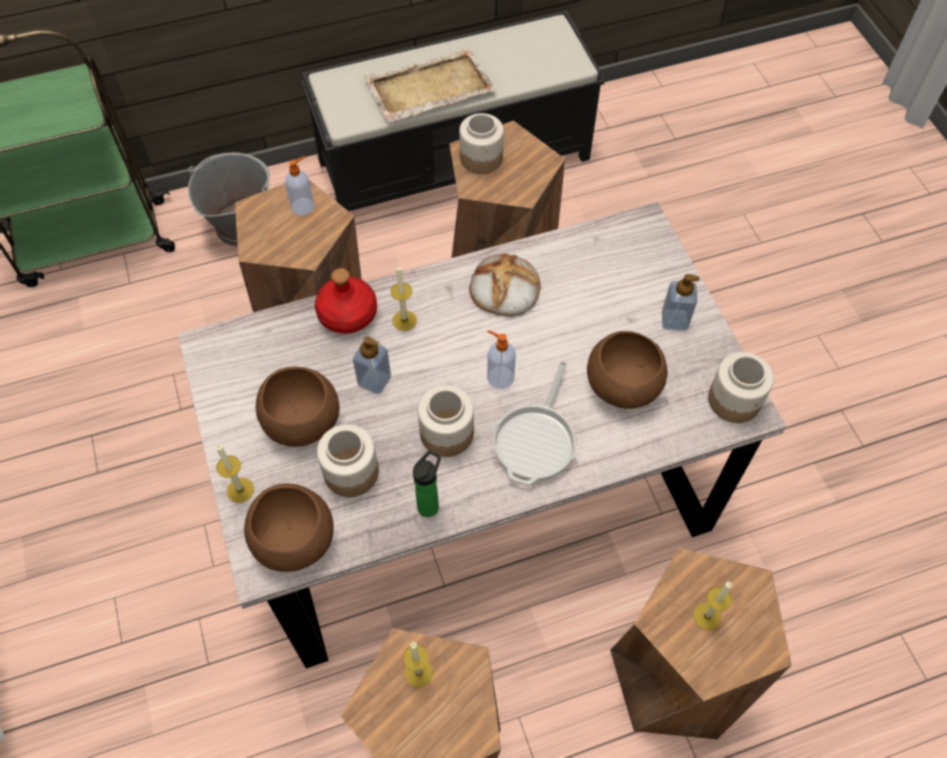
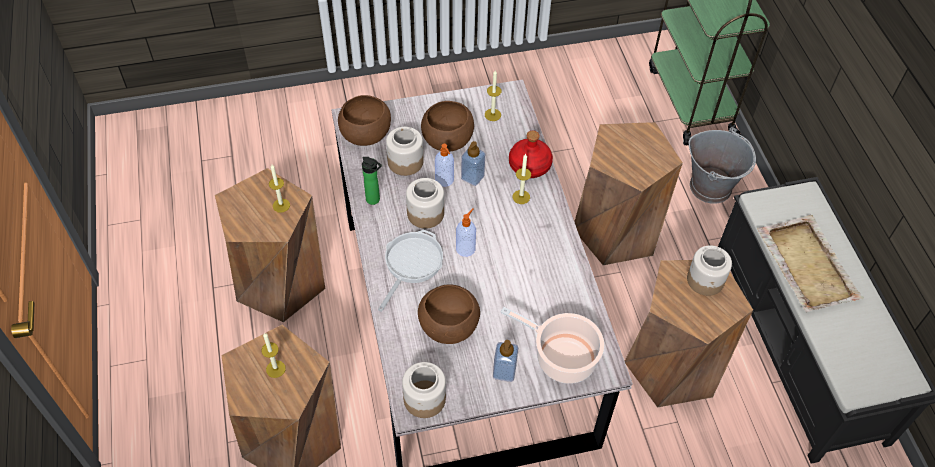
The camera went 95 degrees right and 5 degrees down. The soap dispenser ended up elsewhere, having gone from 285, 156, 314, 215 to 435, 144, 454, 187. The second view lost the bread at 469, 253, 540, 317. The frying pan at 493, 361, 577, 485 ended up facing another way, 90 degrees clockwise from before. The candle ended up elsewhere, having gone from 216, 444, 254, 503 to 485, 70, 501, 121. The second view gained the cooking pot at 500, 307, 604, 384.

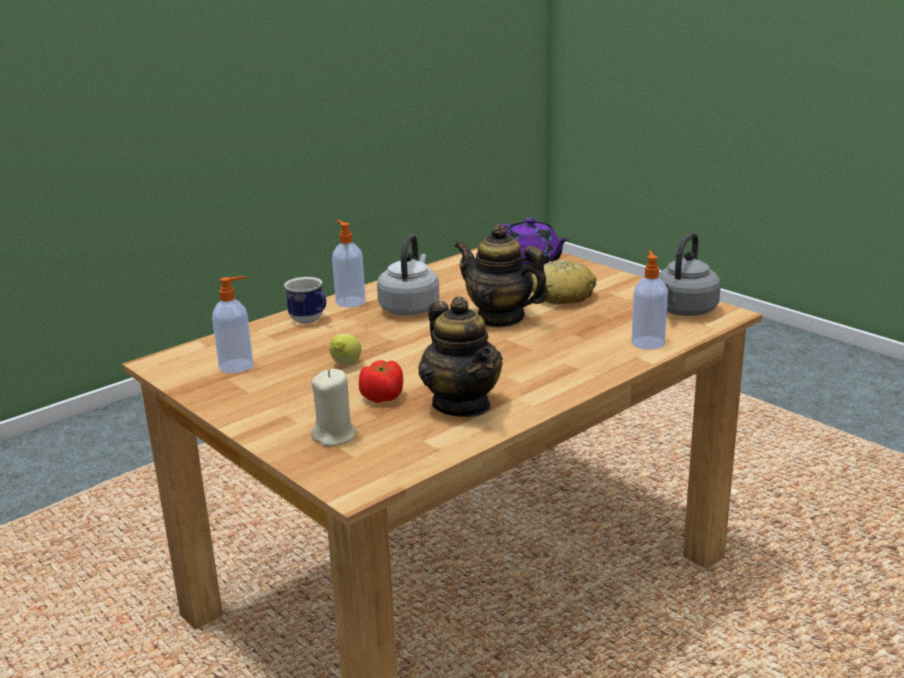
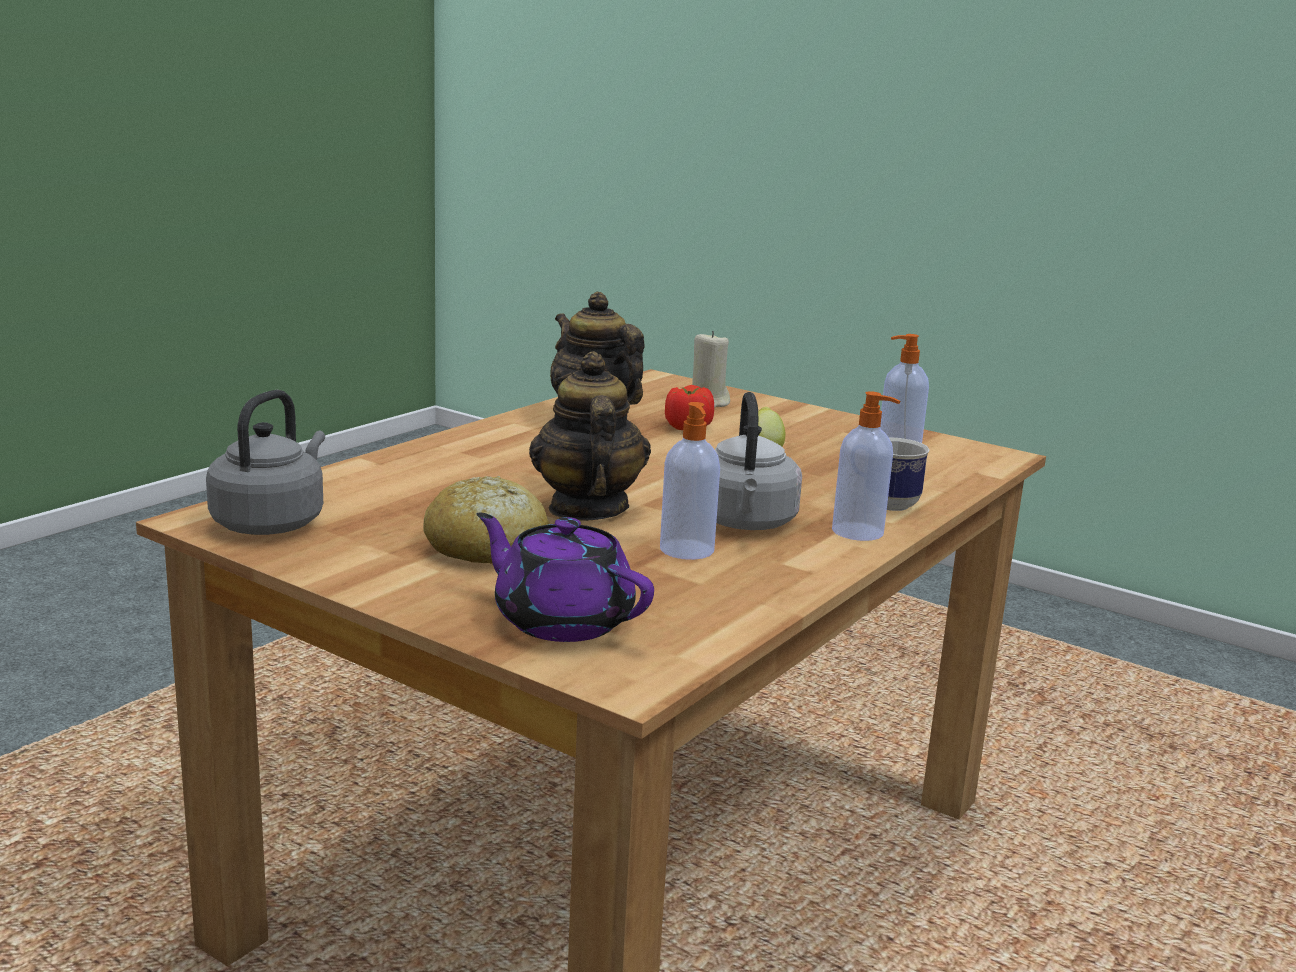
The camera went 165 degrees right and 5 degrees down. The teapot at 454, 224, 549, 328 ended up facing another way, 120 degrees counterclockwise from before. The soap dispenser ended up elsewhere, having gone from 631, 250, 668, 350 to 660, 402, 720, 560.

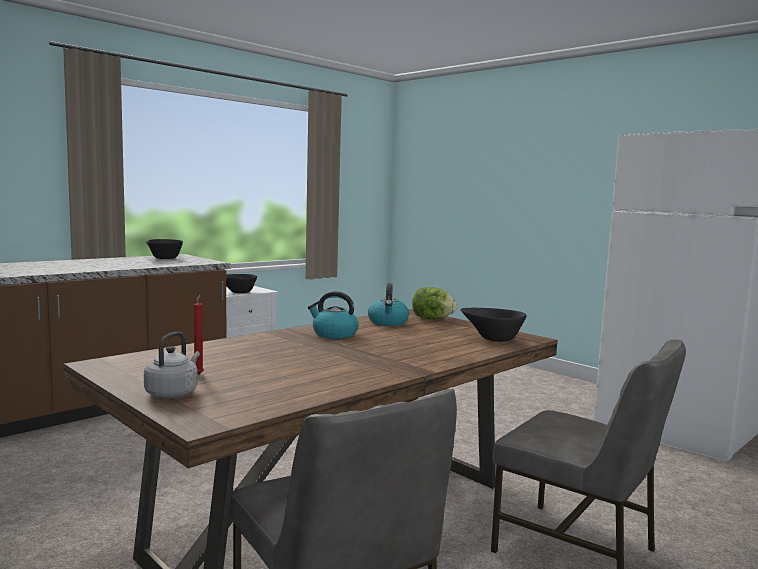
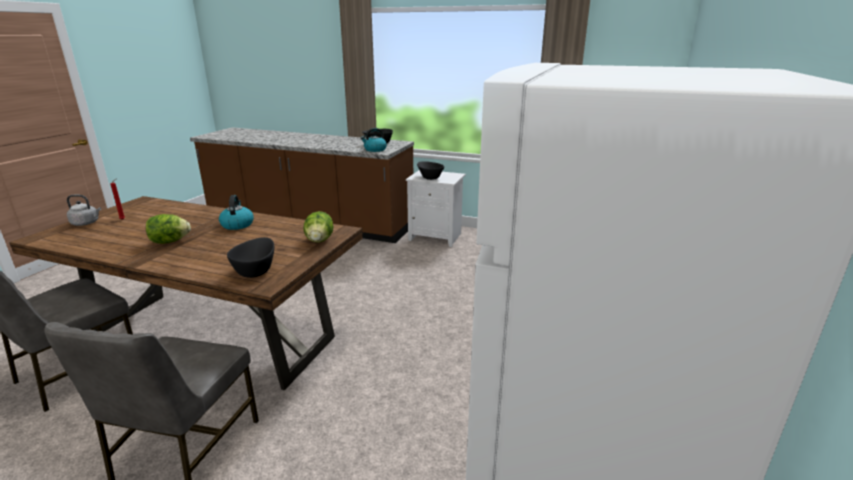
The camera went 65 degrees right and 15 degrees up. The kettle ended up elsewhere, having gone from 368, 283, 409, 326 to 360, 128, 387, 152. The second view gained the lettuce at 146, 214, 191, 244.

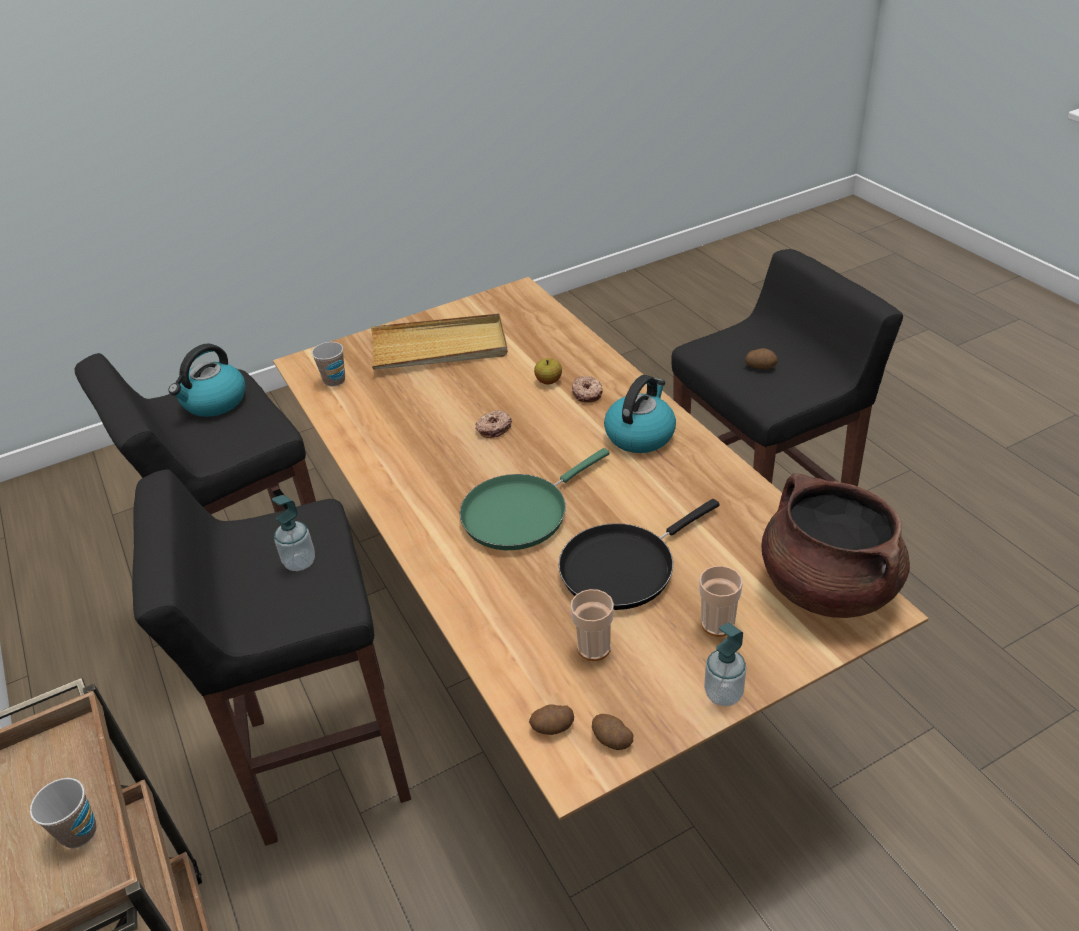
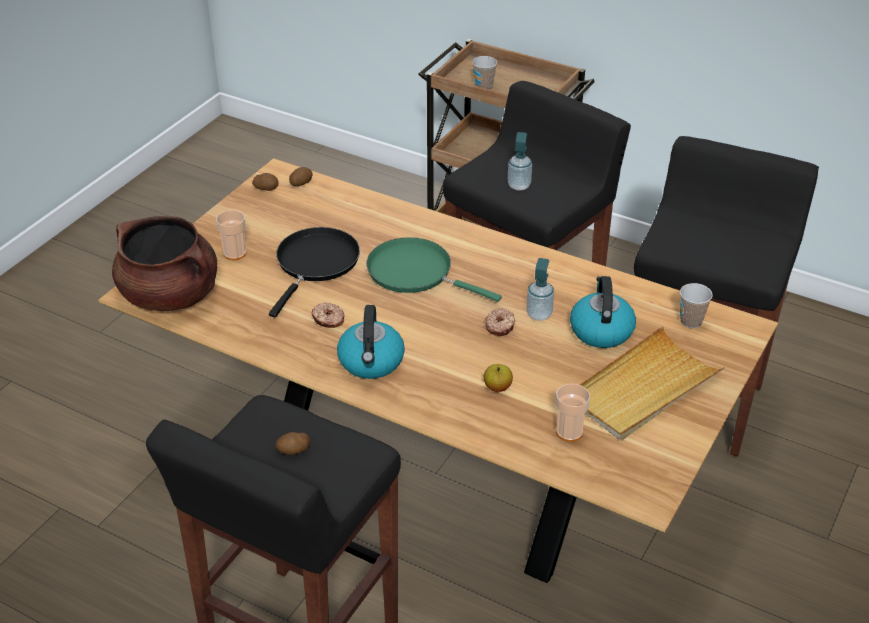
The camera went 145 degrees right and 0 degrees up. The kettle ended up elsewhere, having gone from 168, 344, 245, 417 to 570, 276, 636, 348. The donut ended up elsewhere, having gone from 572, 376, 603, 403 to 312, 303, 344, 328. The green frying pan at 459, 448, 609, 550 ended up facing another way, 75 degrees counterclockwise from before. The cup ended up elsewhere, having gone from 571, 589, 614, 661 to 556, 384, 590, 442. The soap dispenser ended up elsewhere, having gone from 704, 623, 747, 707 to 526, 258, 554, 321.

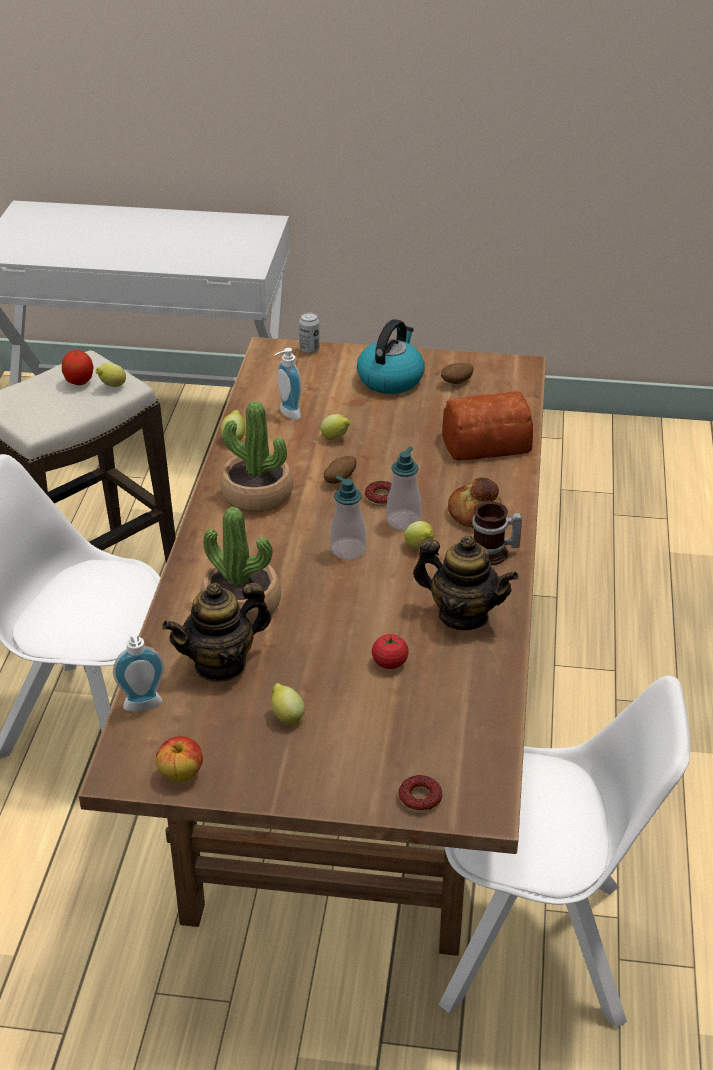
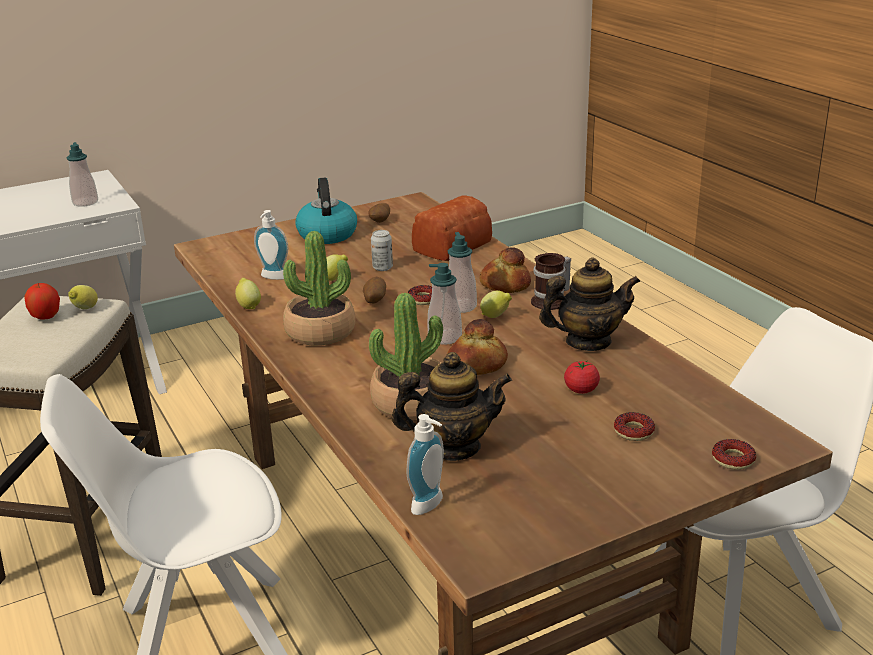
The camera went 35 degrees left and 10 degrees down. The can ended up elsewhere, having gone from 299, 312, 320, 353 to 371, 230, 393, 271. The teapot at 162, 583, 271, 682 ended up facing another way, 120 degrees counterclockwise from before. The second view lost the lemon at 271, 683, 305, 725. The second view lost the apple at 156, 736, 203, 782. The second view gained the soap dispenser at 67, 142, 98, 207. The second view gained the bread at 447, 319, 508, 375. The second view gained the donut at 614, 412, 655, 441.

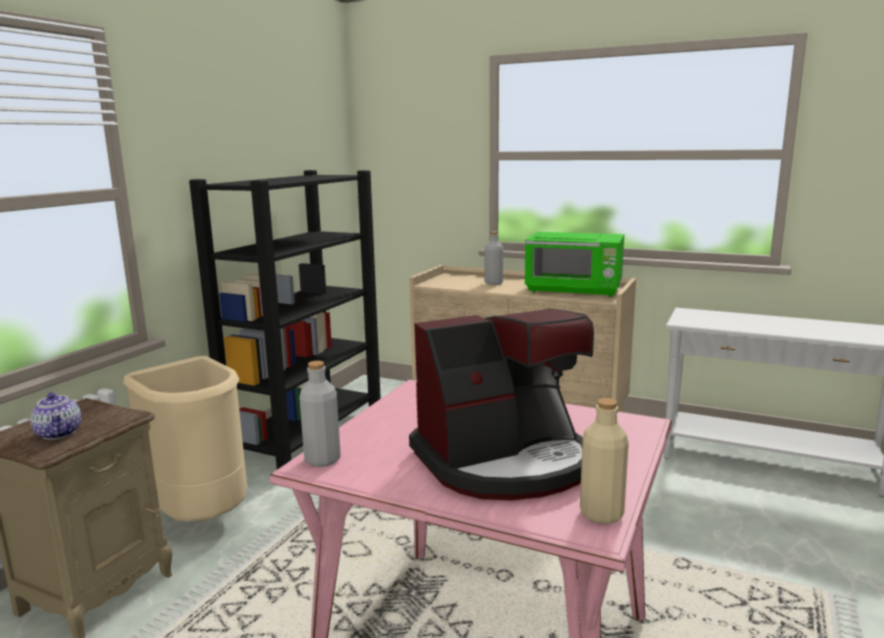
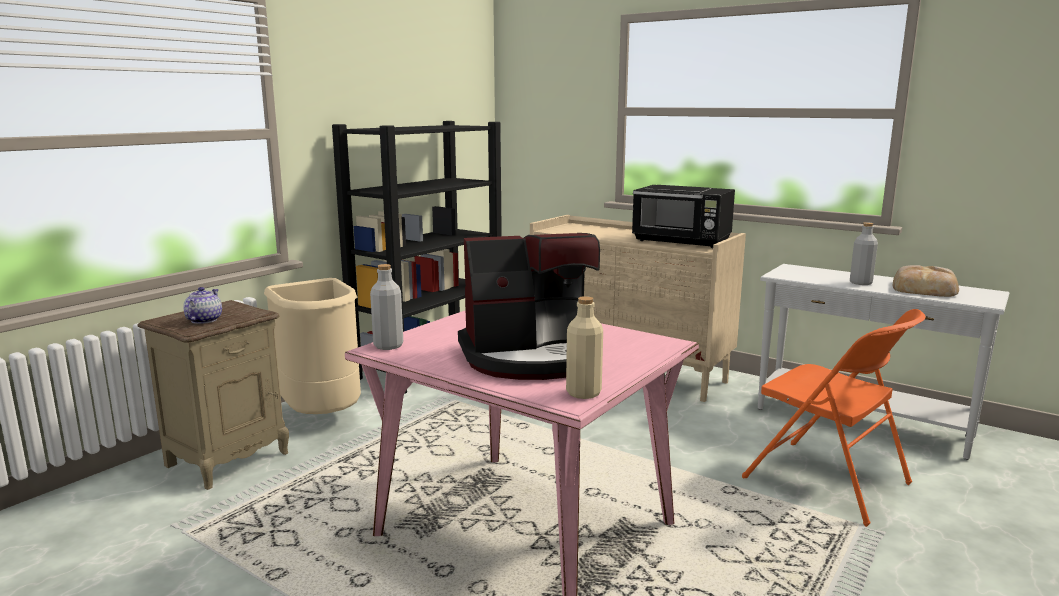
The camera went 10 degrees right and 0 degrees up. The grey bottle ended up elsewhere, having gone from 484, 231, 503, 285 to 850, 222, 878, 285. What was the green microwave at 525, 232, 624, 297 turned into the black microwave at 632, 185, 735, 248. The teapot at 30, 392, 81, 440 ended up facing another way, 150 degrees counterclockwise from before. The second view gained the bread at 893, 265, 959, 297. The second view gained the orange chair at 742, 309, 926, 527.

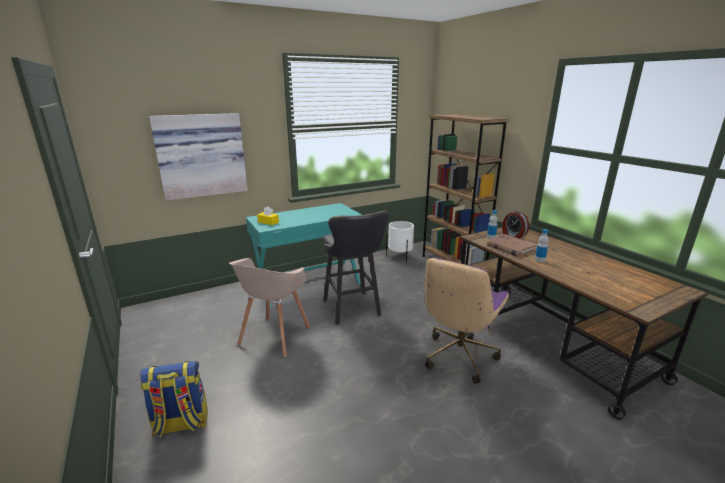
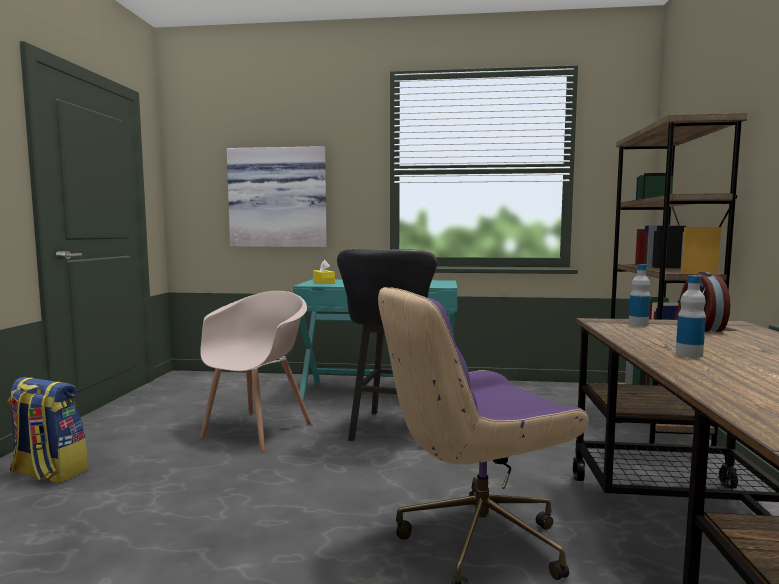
The camera went 35 degrees right and 15 degrees down. The second view lost the white planter at 386, 221, 414, 262. The second view lost the brown book at 487, 234, 537, 257. The beige chair at 229, 258, 310, 357 ended up facing another way, 150 degrees clockwise from before.

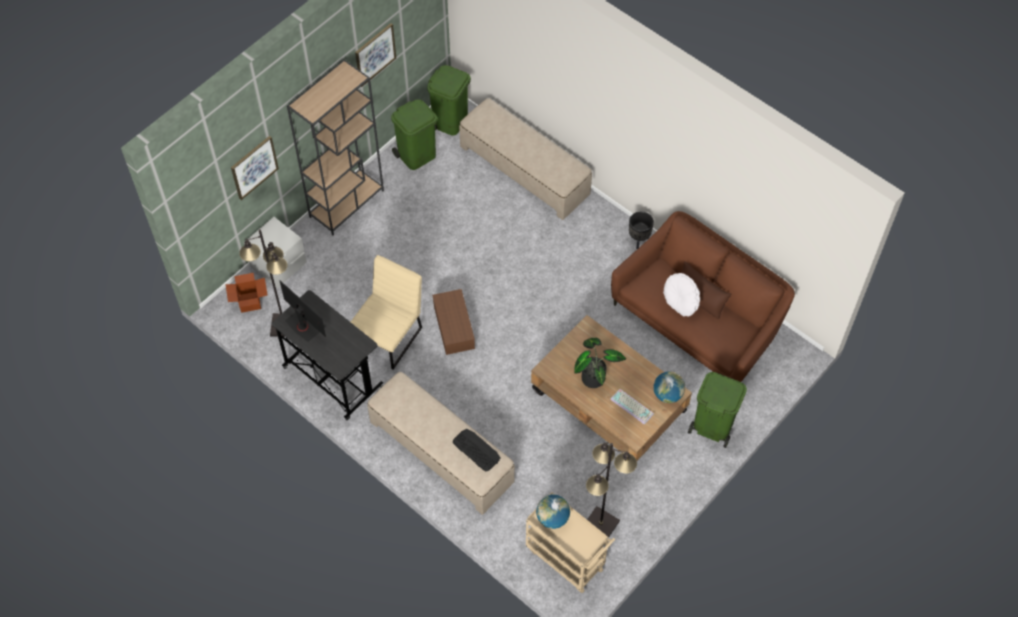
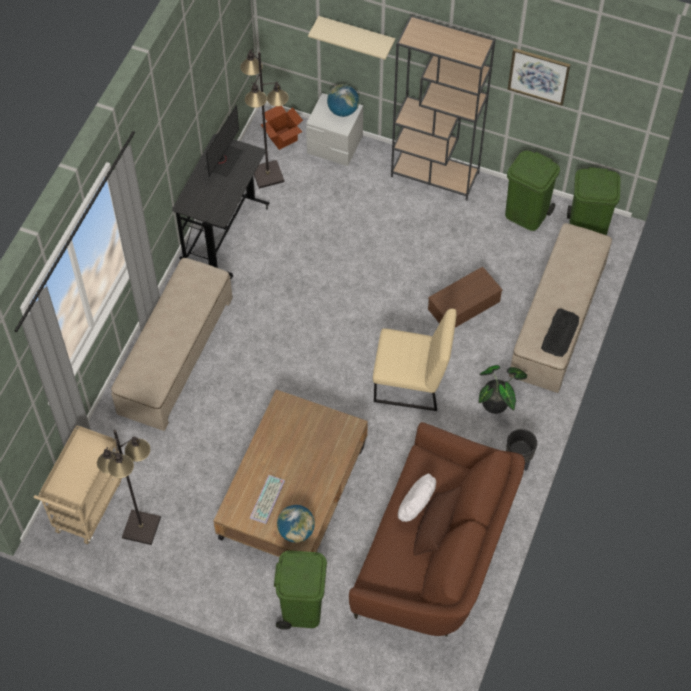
The camera went 70 degrees right and 0 degrees up. Where the picture hung at 231, 136, 279, 200, the beige shelf came to hang at 308, 16, 395, 60. The beige chair ended up elsewhere, having gone from 351, 255, 422, 369 to 373, 309, 457, 411. The brown storage box ended up elsewhere, having gone from 432, 289, 475, 355 to 428, 266, 503, 328. The potted plant ended up elsewhere, having gone from 574, 338, 626, 388 to 478, 365, 527, 414. The keyboard ended up elsewhere, having gone from 453, 429, 500, 472 to 541, 309, 579, 357. The globe ended up elsewhere, having gone from 536, 495, 570, 529 to 327, 84, 359, 117.

